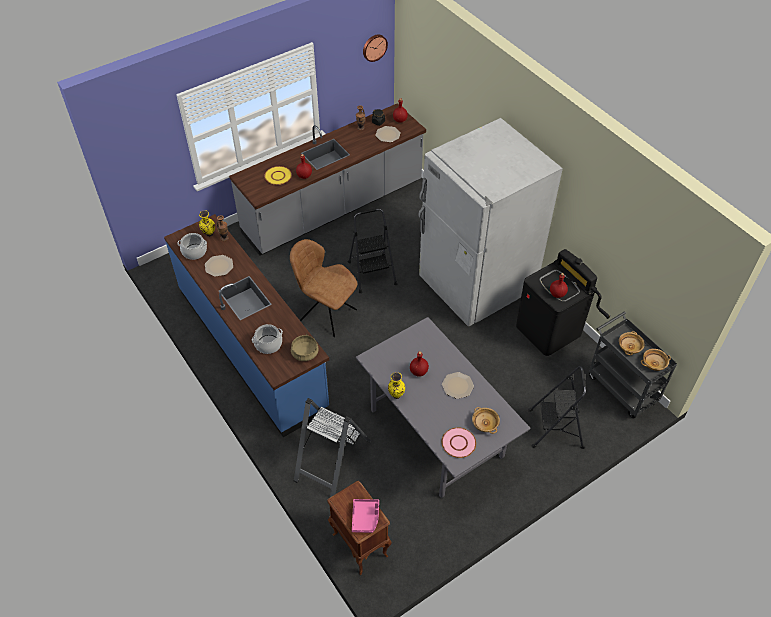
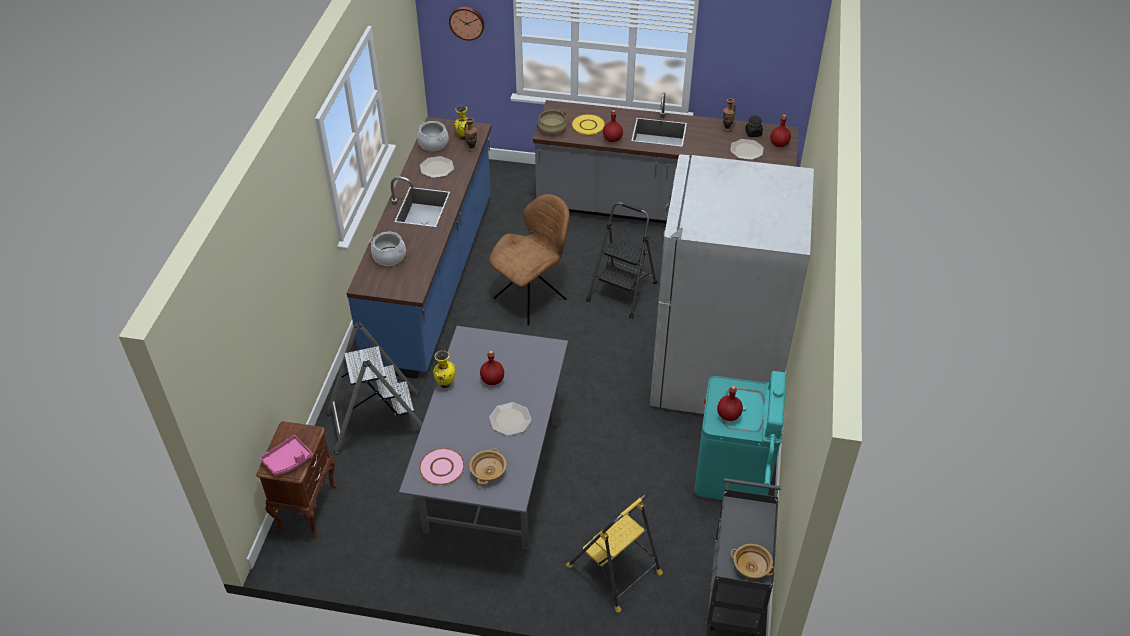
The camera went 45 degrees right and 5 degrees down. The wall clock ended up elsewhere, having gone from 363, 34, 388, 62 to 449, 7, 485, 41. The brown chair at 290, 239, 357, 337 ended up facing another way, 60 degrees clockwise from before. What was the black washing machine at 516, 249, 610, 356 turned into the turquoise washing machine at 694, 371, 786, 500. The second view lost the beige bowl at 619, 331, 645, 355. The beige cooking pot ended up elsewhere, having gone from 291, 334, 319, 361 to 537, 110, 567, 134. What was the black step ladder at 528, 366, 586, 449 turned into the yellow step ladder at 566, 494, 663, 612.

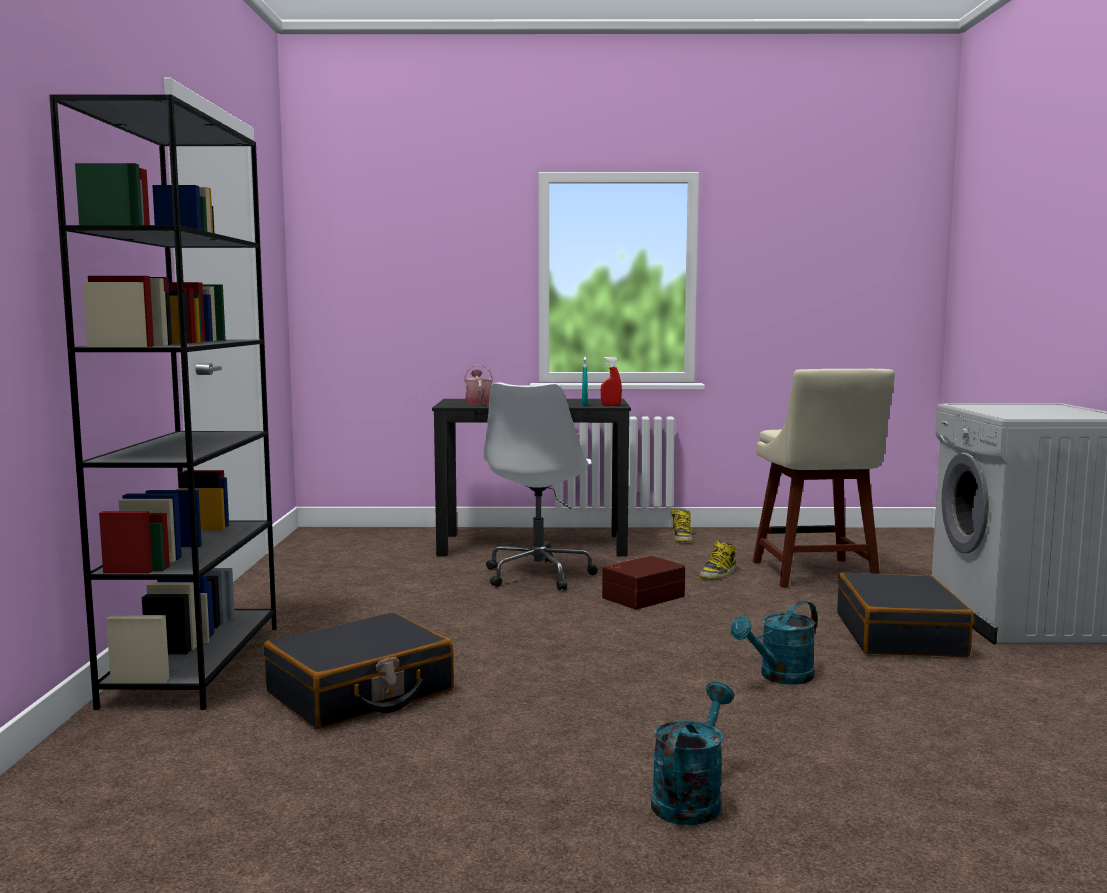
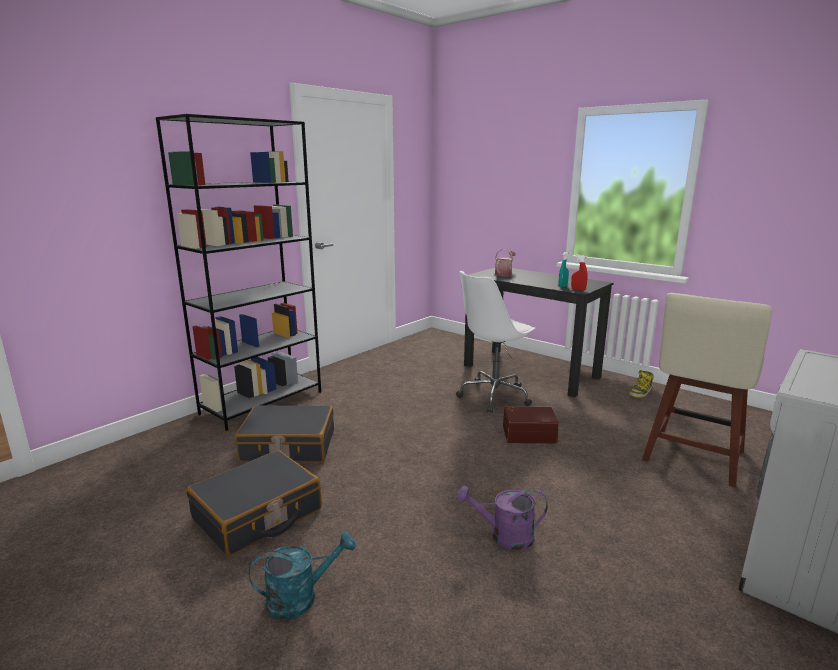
The camera went 40 degrees right and 10 degrees up. The second view lost the boot at 700, 540, 736, 579. The black suitcase ended up elsewhere, having gone from 837, 572, 974, 657 to 186, 450, 322, 556. What was the turquoise watering can at 731, 600, 817, 685 turned into the purple watering can at 456, 485, 548, 551.

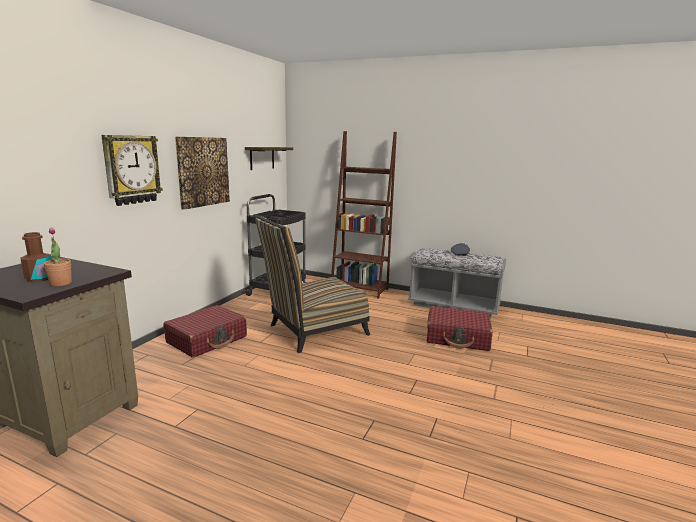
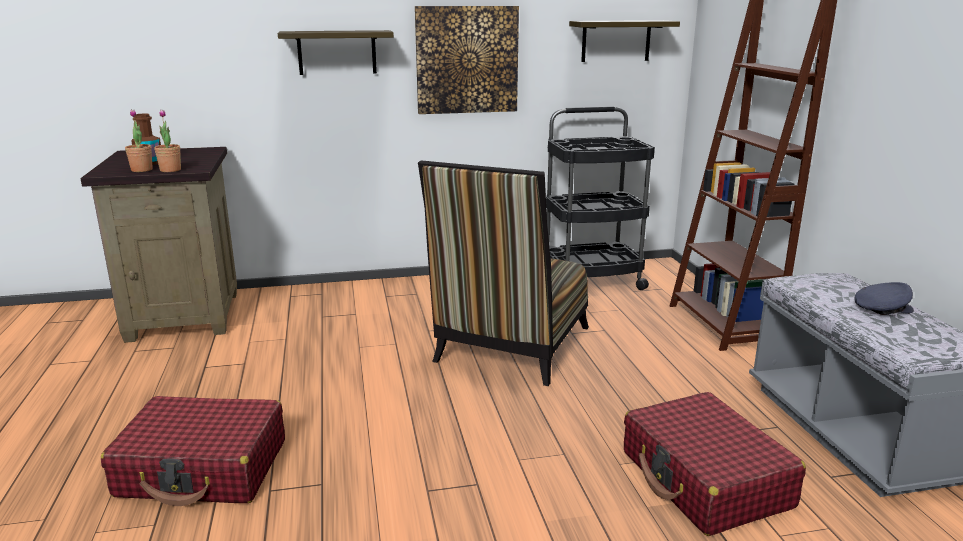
The camera went 55 degrees right and 5 degrees up. Where the wall clock hung at 102, 135, 163, 206, the shelf came to hang at 278, 30, 394, 75. The chair at 255, 215, 370, 353 ended up facing another way, 90 degrees counterclockwise from before. The red suitcase ended up elsewhere, having gone from 164, 305, 247, 358 to 101, 396, 285, 506. The second view gained the potted plant at 154, 110, 181, 172.

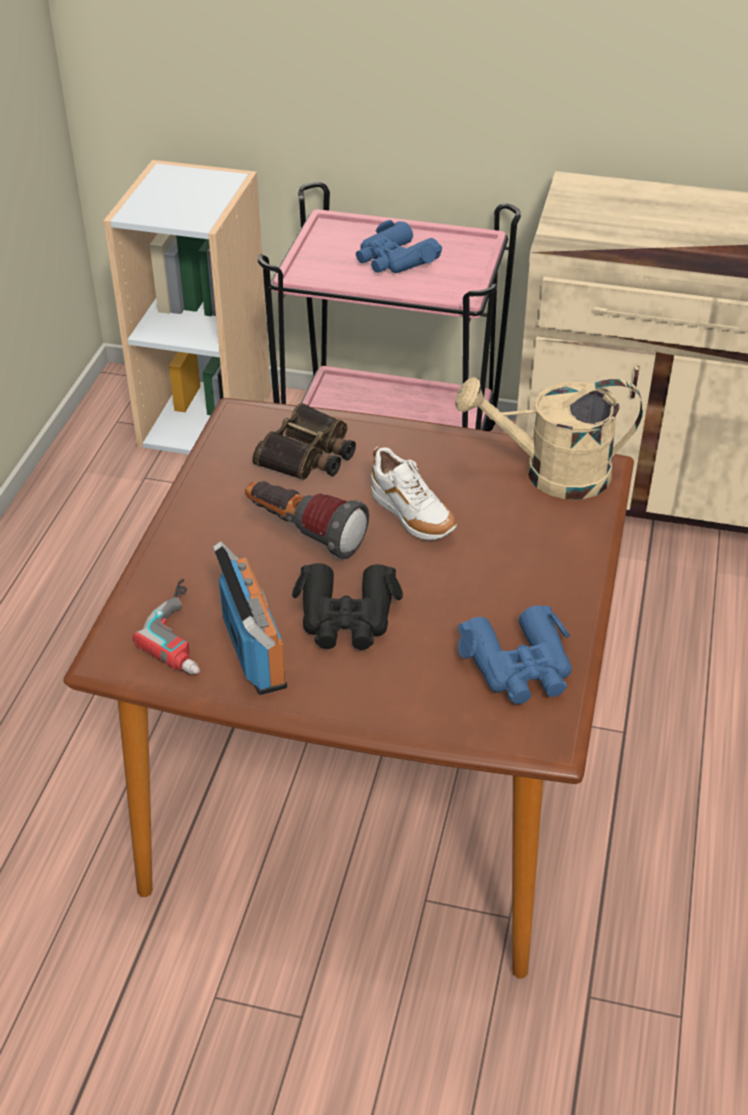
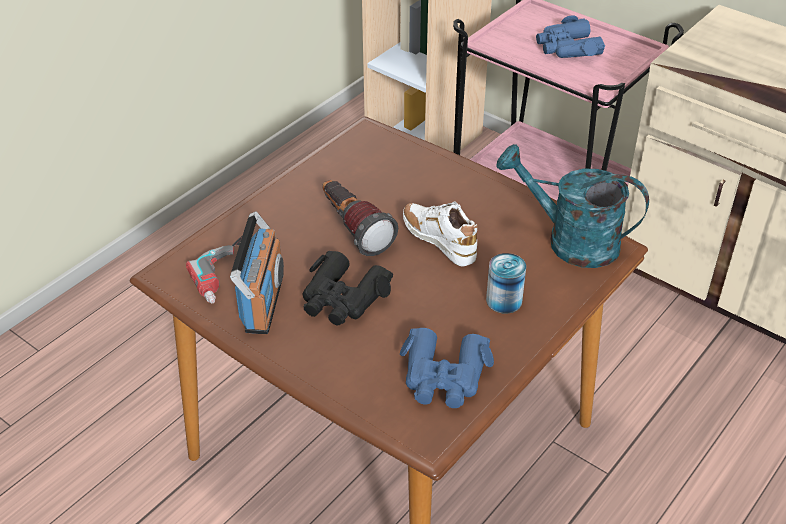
The camera went 25 degrees right and 0 degrees up. What was the beige watering can at 455, 377, 643, 499 turned into the turquoise watering can at 496, 144, 649, 268. The second view lost the binoculars at 252, 403, 356, 480. The white shoe at 371, 446, 457, 540 ended up facing another way, 150 degrees clockwise from before. The second view gained the can at 486, 253, 526, 314.

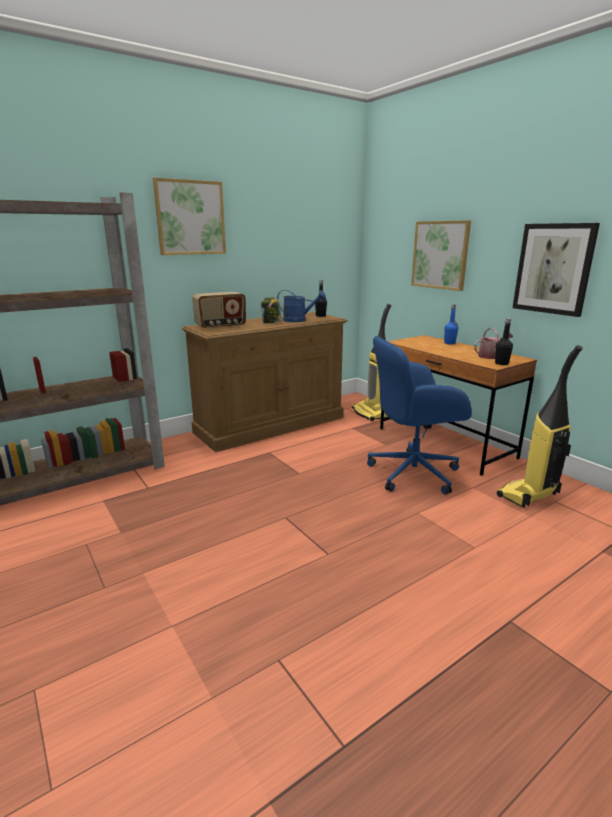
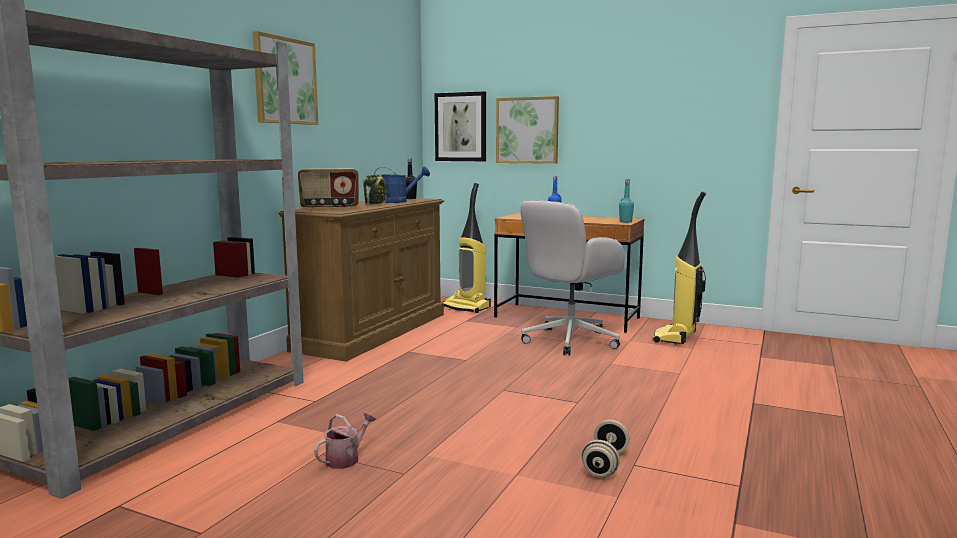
The camera went 30 degrees left and 10 degrees down. The picture ended up elsewhere, having gone from 513, 223, 600, 317 to 435, 91, 486, 161. The radio at 192, 292, 246, 330 ended up facing another way, 45 degrees clockwise from before. What was the black bottle at 495, 318, 513, 365 turned into the turquoise bottle at 619, 179, 634, 223. The watering can ended up elsewhere, having gone from 474, 328, 513, 359 to 314, 413, 376, 469. What was the blue office chair at 367, 336, 472, 495 turned into the white office chair at 520, 200, 625, 356. The second view gained the beige dumbbell at 581, 420, 630, 477.

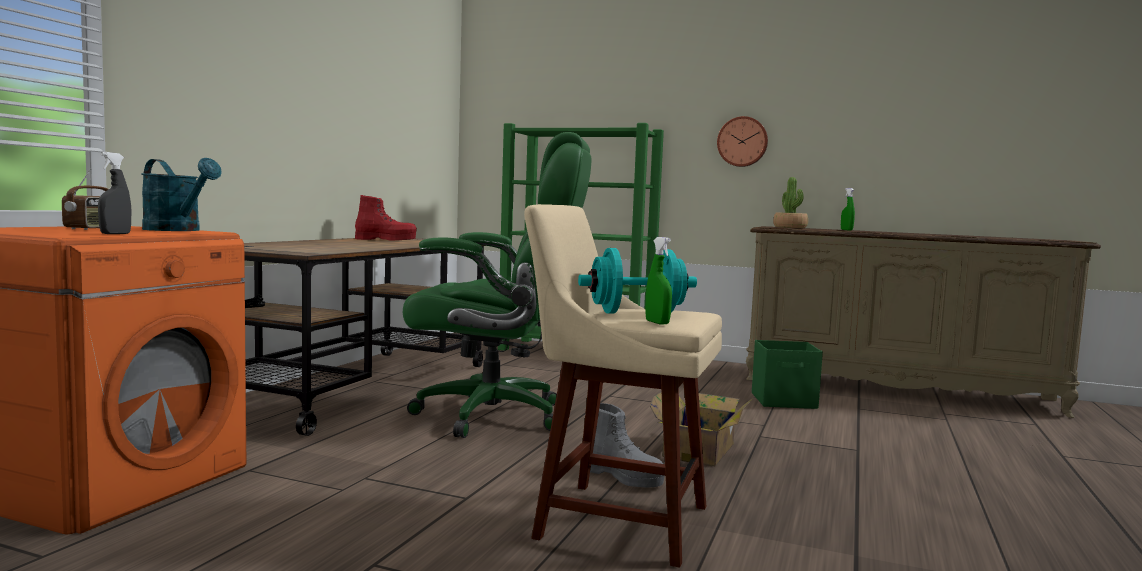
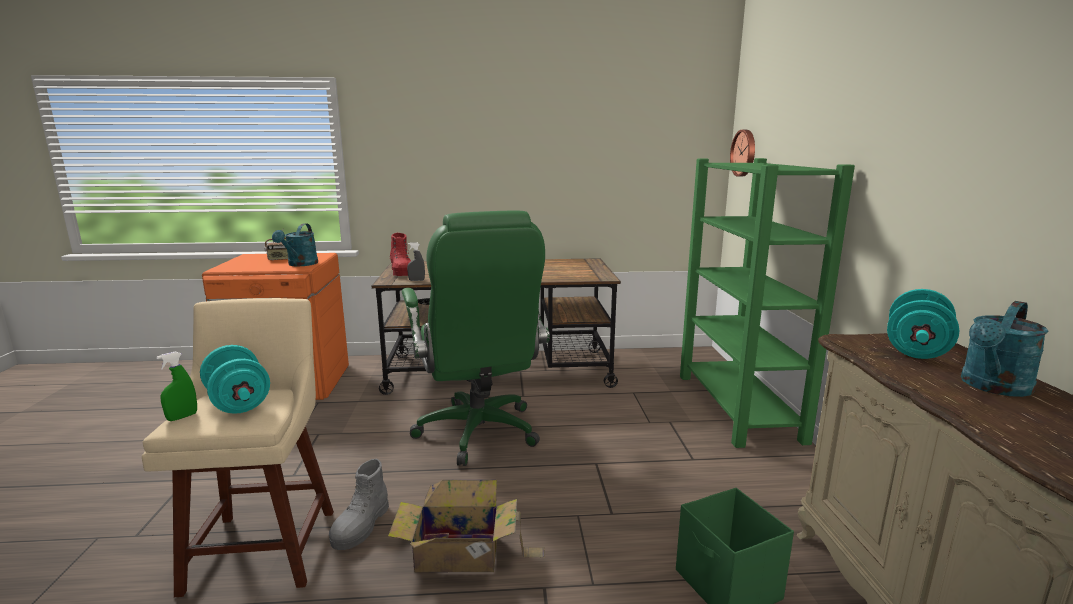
The camera went 65 degrees right and 10 degrees up. The wall clock ended up elsewhere, having gone from 717, 116, 768, 167 to 730, 130, 755, 177. The grey spray bottle ended up elsewhere, having gone from 98, 152, 131, 234 to 407, 243, 425, 281. Where the potted plant stood at 773, 177, 808, 228, the turquoise dumbbell came to stand at 887, 289, 959, 359. Where the green spray bottle stood at 841, 188, 855, 231, the turquoise watering can came to stand at 961, 301, 1049, 397. The red boot ended up elsewhere, having gone from 355, 195, 417, 240 to 389, 233, 411, 276.

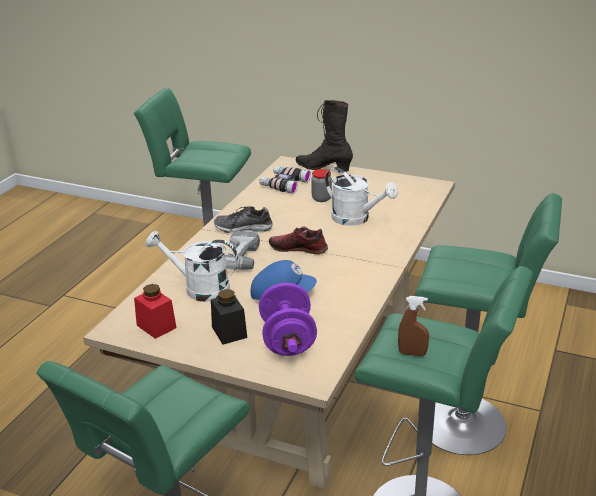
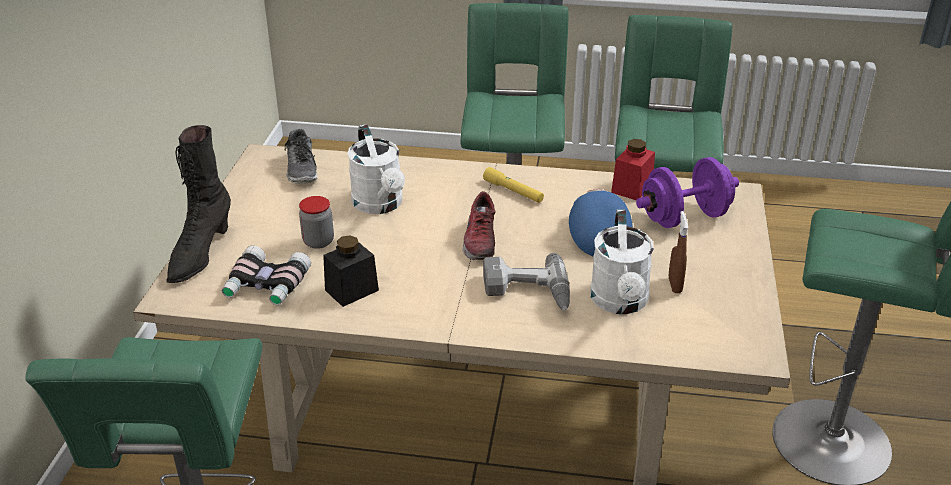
The camera went 105 degrees left and 5 degrees up. The white watering can at 325, 167, 398, 226 ended up facing another way, 135 degrees clockwise from before. The shoe ended up elsewhere, having gone from 214, 206, 273, 233 to 285, 129, 317, 184. The red jar ended up elsewhere, having gone from 134, 284, 177, 339 to 611, 139, 655, 200. The black jar ended up elsewhere, having gone from 211, 289, 247, 345 to 323, 235, 379, 307. The brown spray bottle ended up elsewhere, having gone from 398, 296, 429, 356 to 669, 211, 688, 293. The second view gained the yellow flashlight at 483, 167, 544, 203.

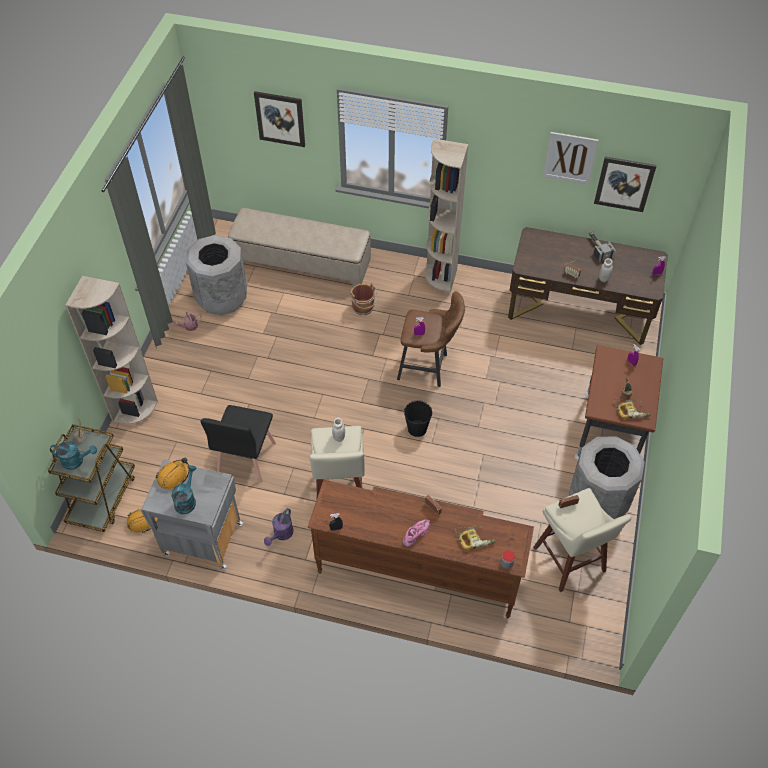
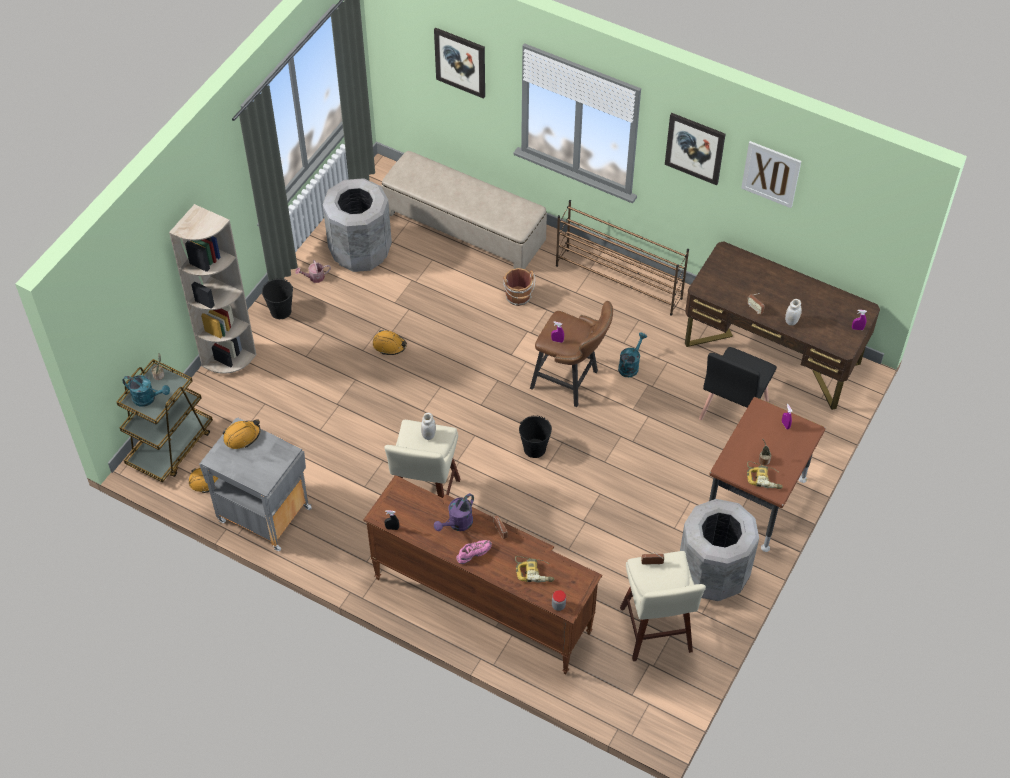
The camera went 15 degrees right and 0 degrees up. Where the beige bookcase stood at 425, 139, 468, 292, the brown shoe rack came to stand at 556, 200, 689, 315. The picture ended up elsewhere, having gone from 594, 156, 657, 212 to 665, 113, 725, 185. The second view lost the hammer at 589, 231, 615, 262. The black chair ended up elsewhere, having gone from 201, 405, 276, 483 to 699, 347, 777, 420. The turquoise watering can ended up elsewhere, having gone from 171, 465, 196, 514 to 618, 332, 647, 377. The purple watering can ended up elsewhere, having gone from 264, 508, 294, 546 to 434, 493, 474, 531. The second view gained the black bucket at 262, 278, 293, 319. The second view gained the orange hard hat at 373, 330, 407, 355.

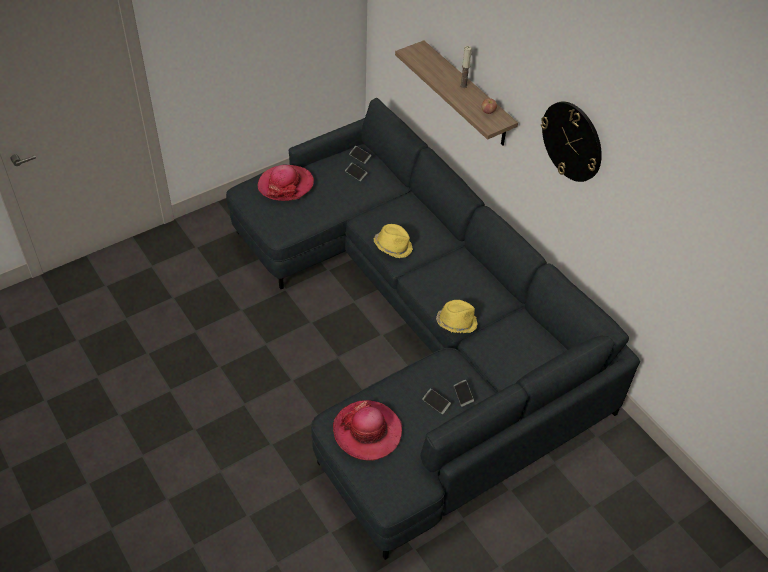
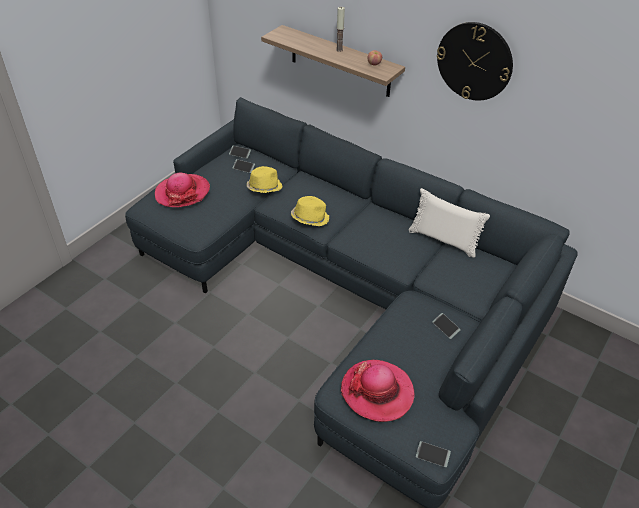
The camera went 20 degrees left and 5 degrees down. The yellow hat ended up elsewhere, having gone from 436, 300, 477, 333 to 247, 166, 282, 193. The phone ended up elsewhere, having gone from 422, 388, 451, 414 to 416, 441, 451, 467. The second view gained the white pillow at 409, 188, 490, 258.

